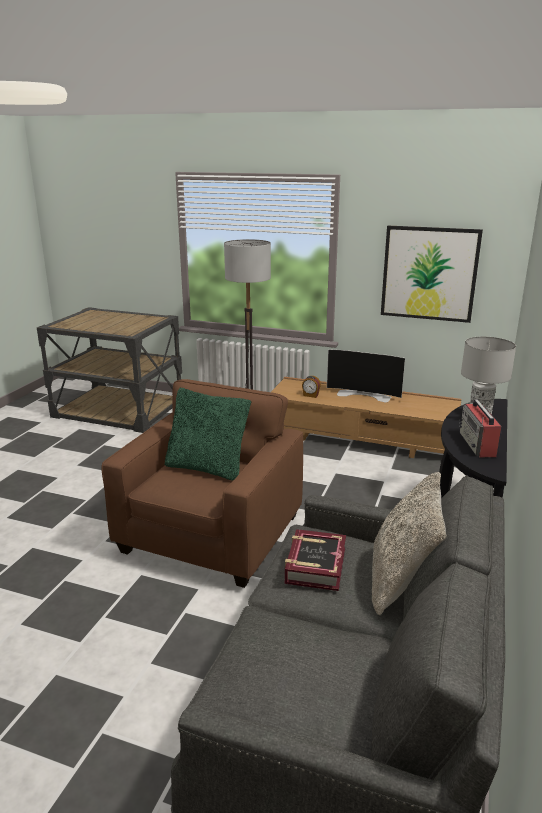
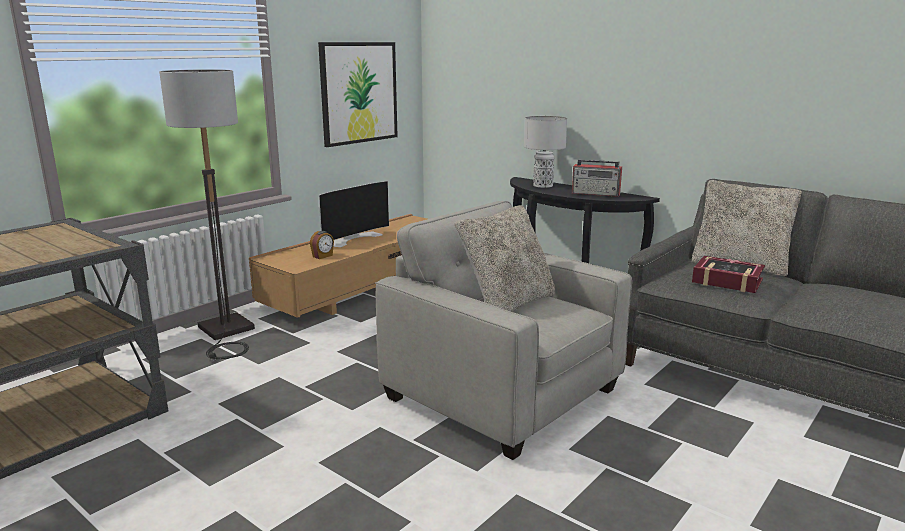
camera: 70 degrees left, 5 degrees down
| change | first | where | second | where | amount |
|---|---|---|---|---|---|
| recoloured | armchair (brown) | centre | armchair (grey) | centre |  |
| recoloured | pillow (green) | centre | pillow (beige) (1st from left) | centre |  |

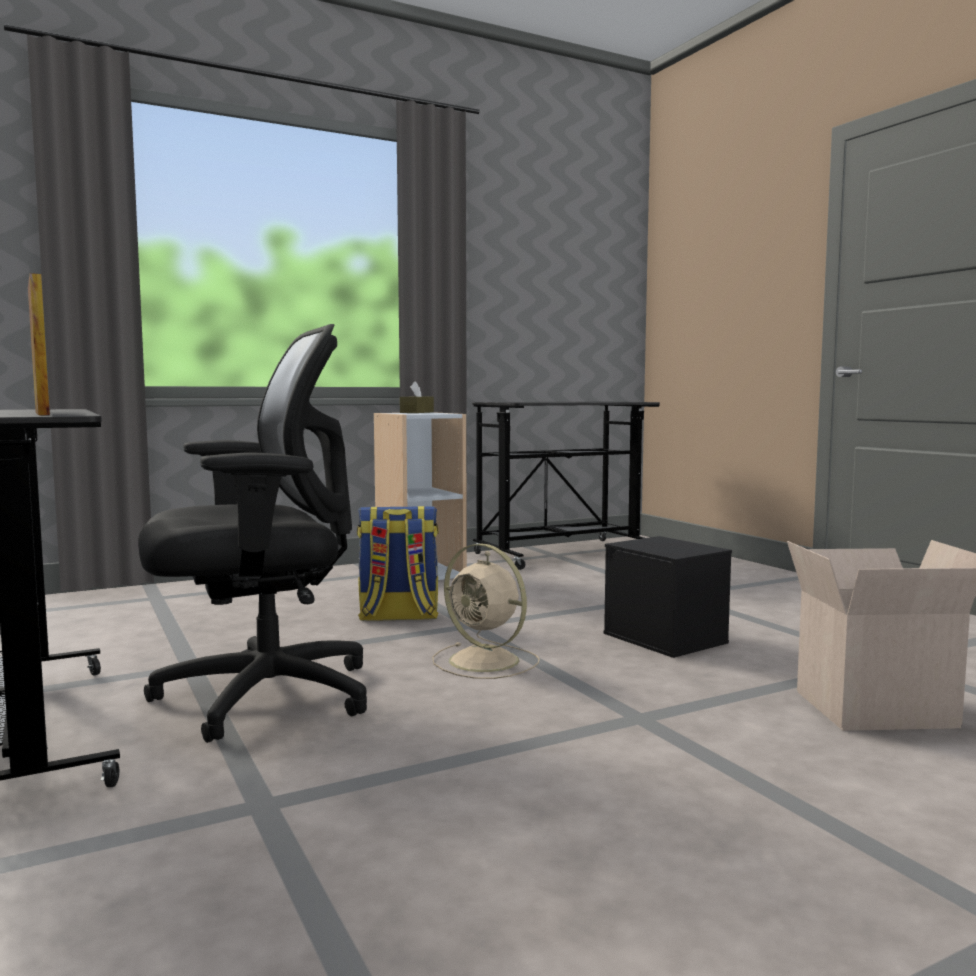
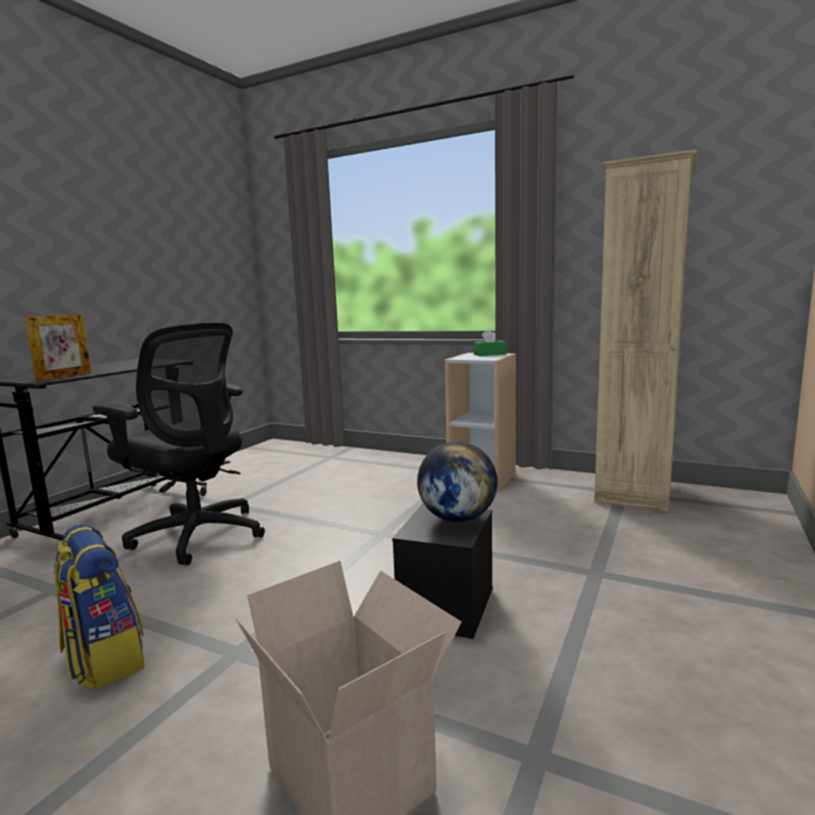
camera: 55 degrees right, 5 degrees up
| change | first | where | second | where | amount |
|---|---|---|---|---|---|
| moved | backpack | centre |  | bottom left |  |
| recoloured | tissue box (brown) | centre | tissue box (green) | centre |  |
| removed | fan (beige) | centre |  |  |  |
| replaced | desk (black) (2nd from left) | centre | cabinet (beige) | middle right |  |
| added |  |  | globe | centre |  |

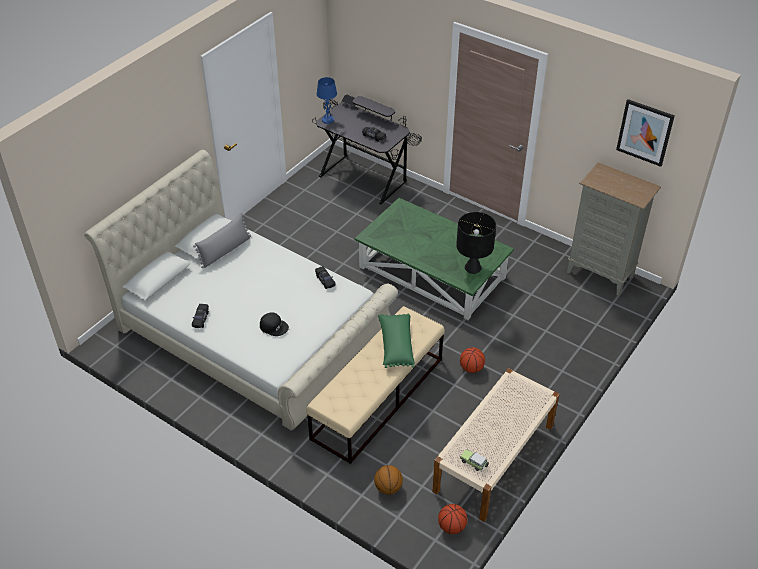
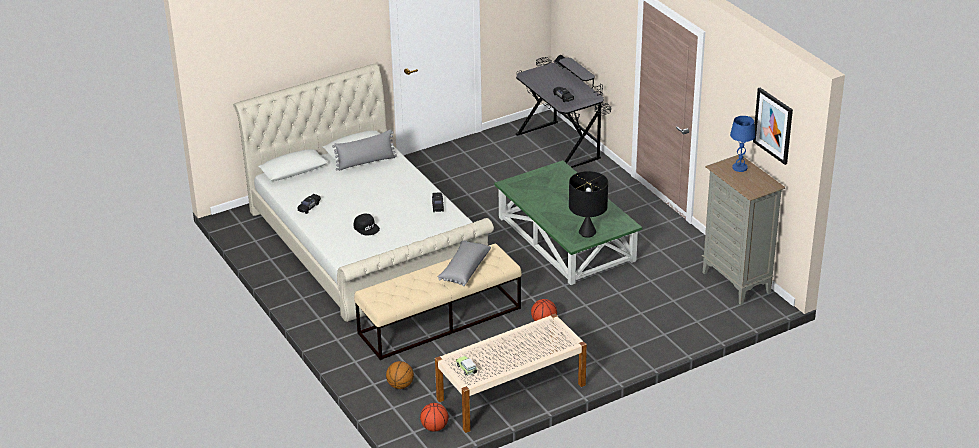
camera: 25 degrees right, 10 degrees down
| change | first | where | second | where | amount |
|---|---|---|---|---|---|
| moved | table lamp (blue) | top centre |  | top right |  |
| recoloured | pillow (green) | centre | pillow (grey) (2nd from left) | centre |  |

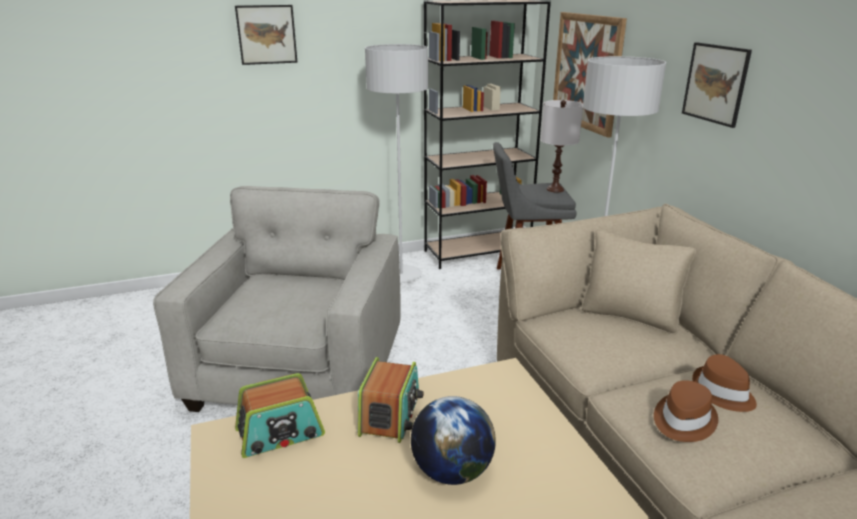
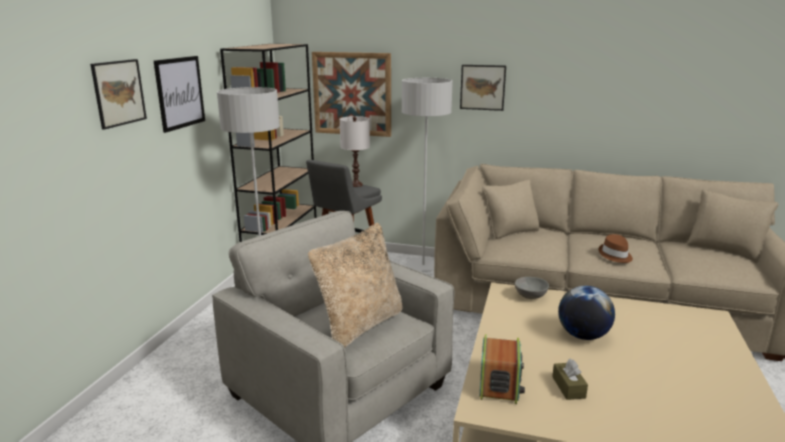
camera: 55 degrees left, 5 degrees down
| change | first | where | second | where | amount |
|---|---|---|---|---|---|
| removed | radio (2nd from left) | bottom centre |  |  |  |
| removed | hat (brown) (2nd from left) | bottom right |  |  |  |
| added |  |  | picture (2nd from left) | top left |  |
| added |  |  | pillow (beige) | centre |  |
| added |  |  | bowl (grey) | middle right |  |
| added |  |  | tissue box (brown) | bottom right |  |

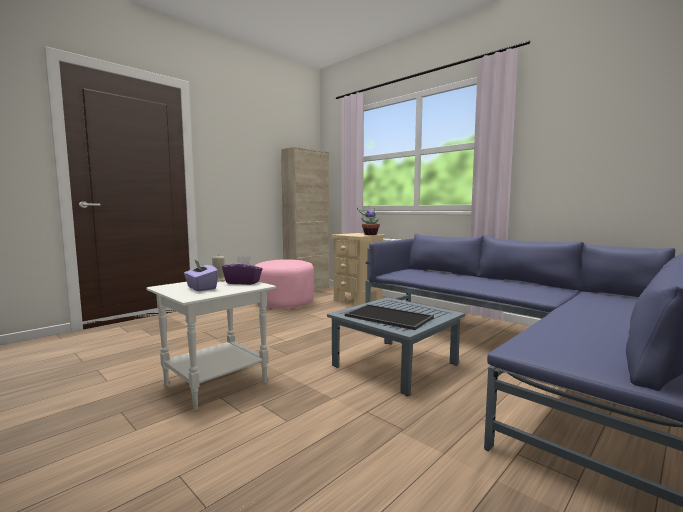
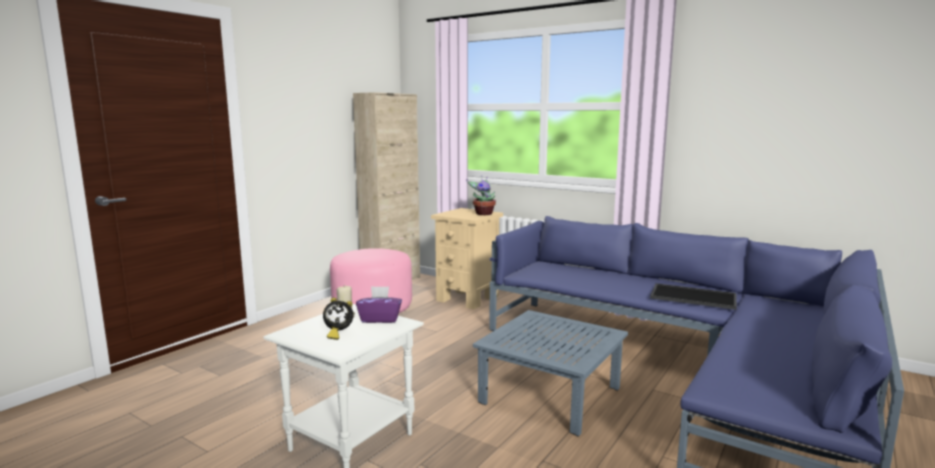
camera: 10 degrees left, 5 degrees up
| change | first | where | second | where | amount |
|---|---|---|---|---|---|
| replaced | tissue box (purple) (1st from left) | middle left | alarm clock | bottom centre |  |
| moved | tray | centre |  | middle right |  |

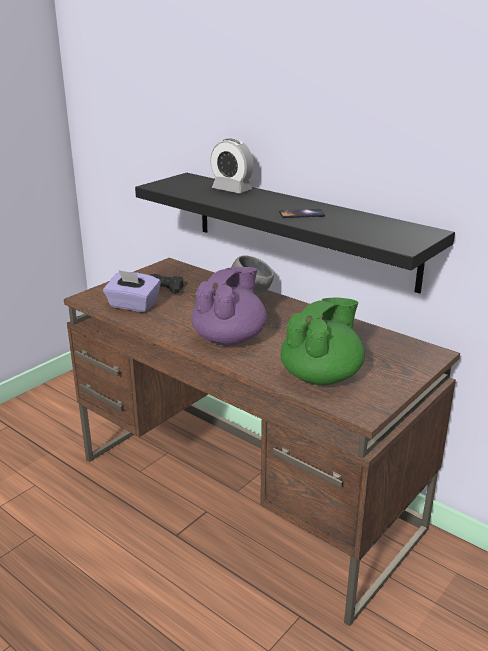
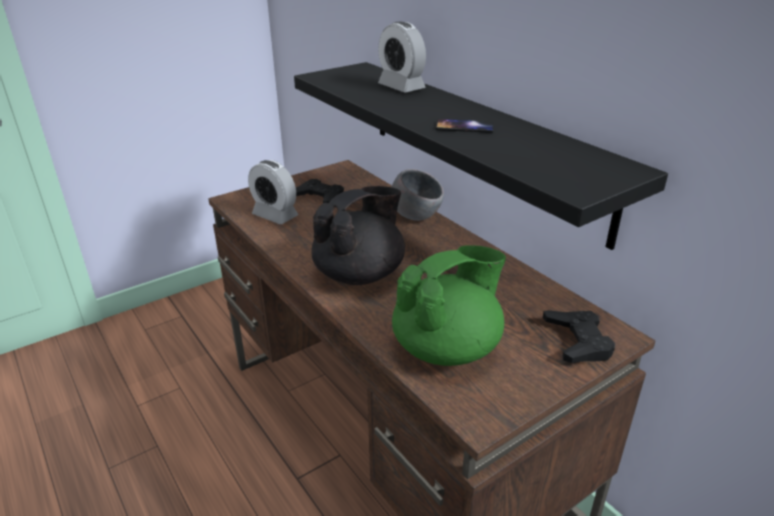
camera: 15 degrees right, 5 degrees up
| change | first | where | second | where | amount |
|---|---|---|---|---|---|
| replaced | tissue box (purple) | middle left | alarm clock (1st from left) | centre |  |
| recoloured | teapot (purple) | centre | teapot (black) | centre |  |
| added |  |  | game controller (black) (2nd from left) | middle right |  |

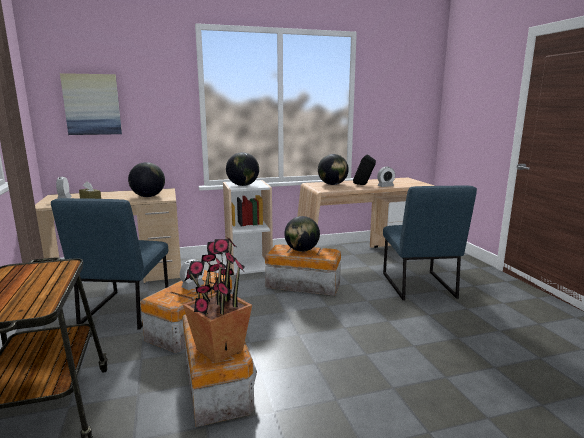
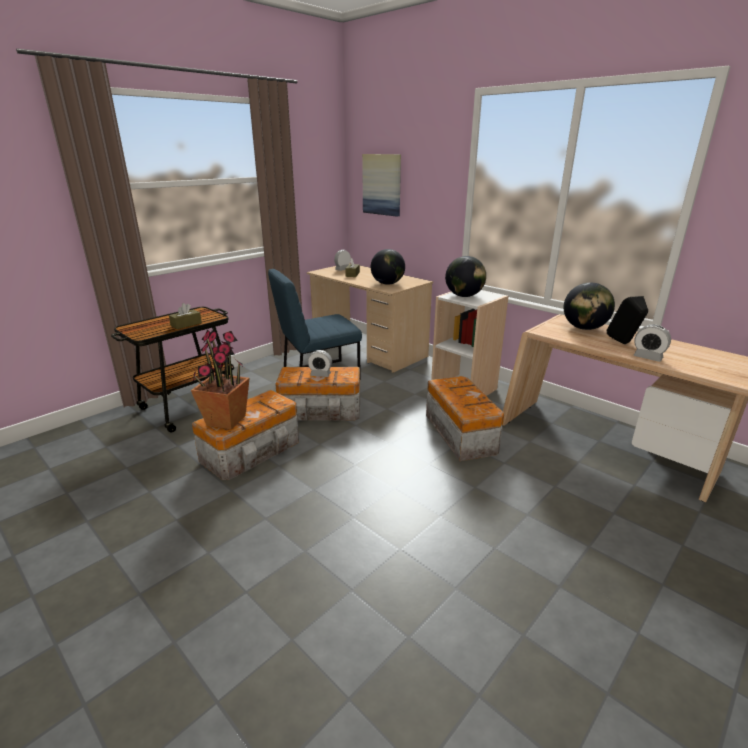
camera: 60 degrees right, 10 degrees up
| change | first | where | second | where | amount |
|---|---|---|---|---|---|
| removed | globe (3rd from left) | centre |  |  |  |
| removed | chair (blue) (2nd from left) | middle right |  |  |  |
| added |  |  | tissue box (brown) (1st from left) | middle left |  |

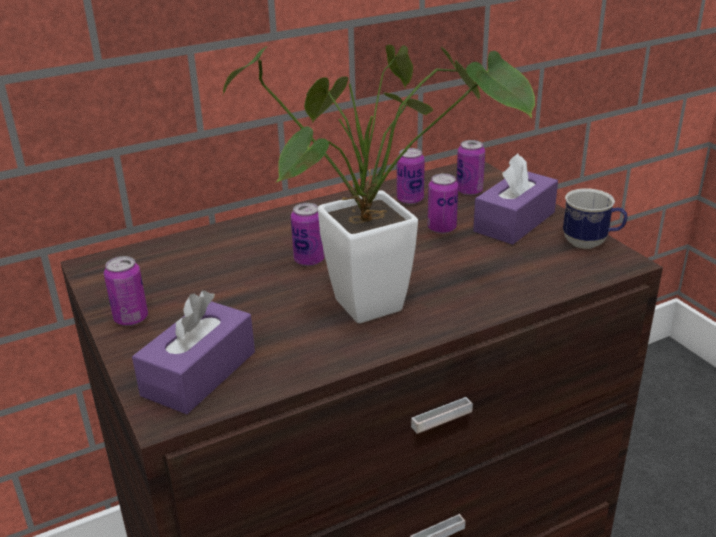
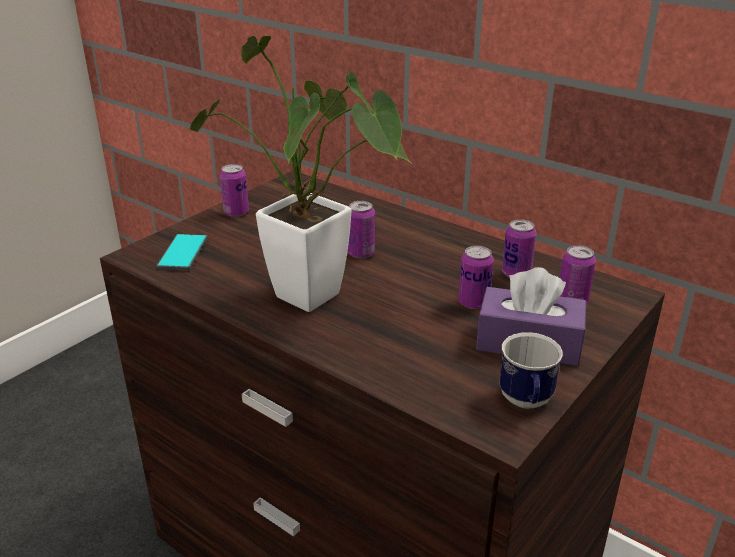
camera: 65 degrees right, 0 degrees up
| change | first | where | second | where | amount |
|---|---|---|---|---|---|
| replaced | tissue box (purple) (1st from left) | middle left | phone | middle left |  |

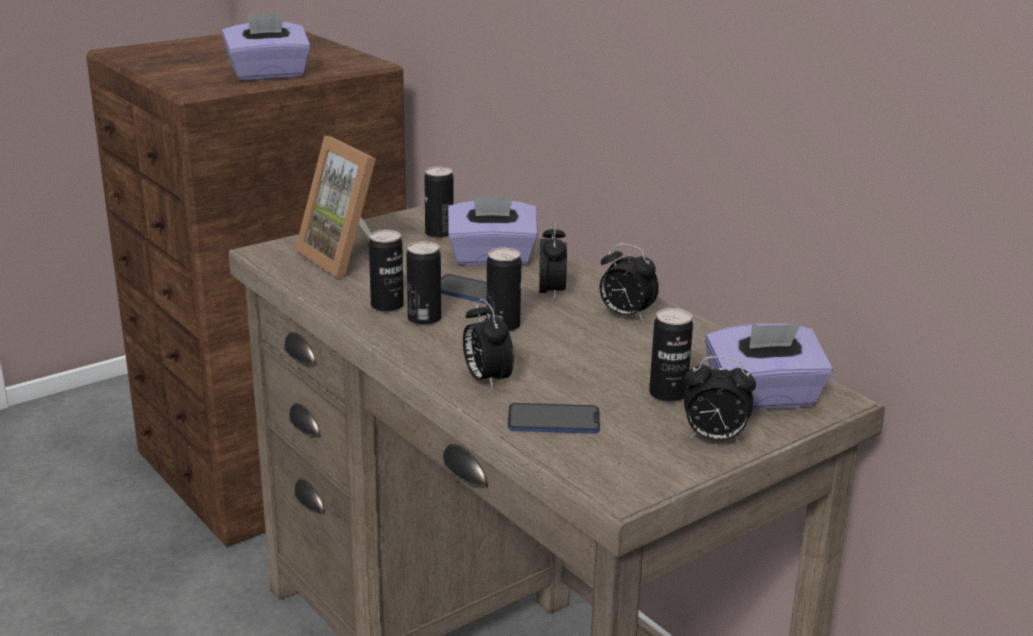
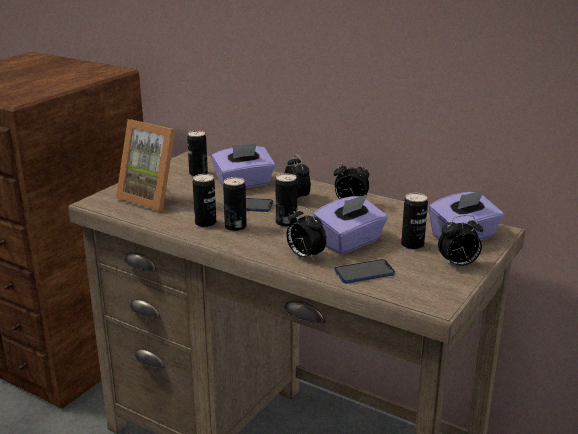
camera: 20 degrees left, 0 degrees up
| change | first | where | second | where | amount |
|---|---|---|---|---|---|
| moved | tissue box (purple) (1st from left in the first image) | top left | tissue box (purple) (2nd from left) | centre |  |

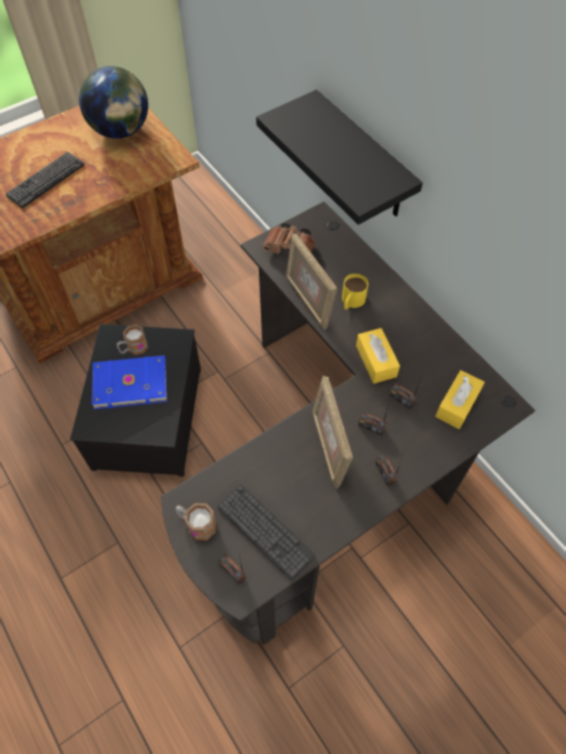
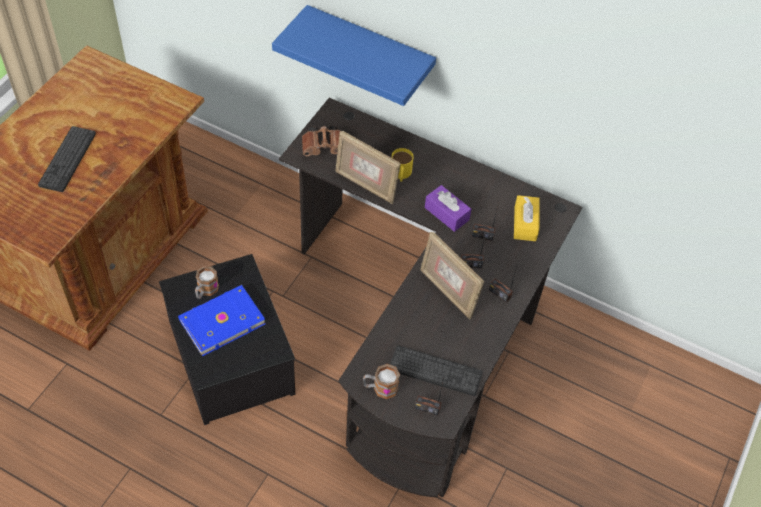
camera: 30 degrees left, 5 degrees down
| change | first | where | second | where | amount |
|---|---|---|---|---|---|
| removed | globe | top left |  |  |  |
| recoloured | shelf (black) | top centre | shelf (blue) | top centre |  |
| recoloured | tissue box (yellow) (1st from left) | middle right | tissue box (purple) | centre |  |

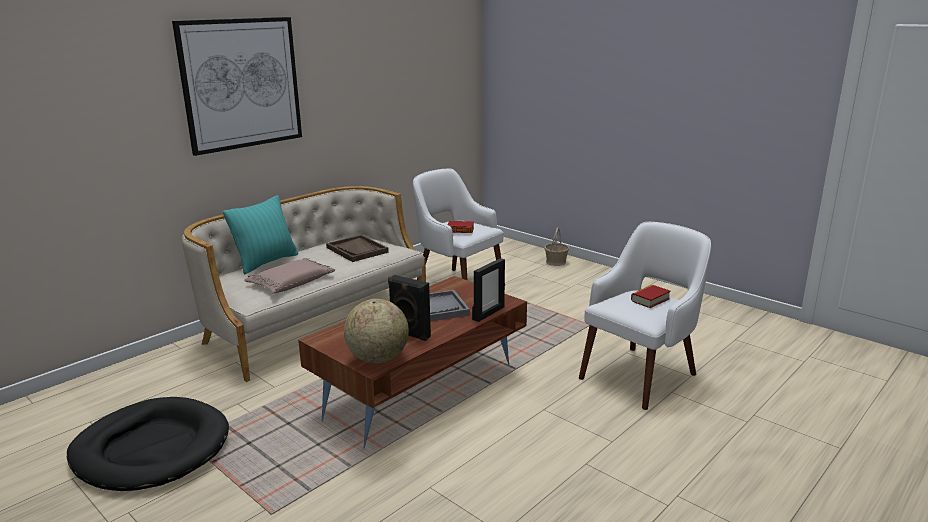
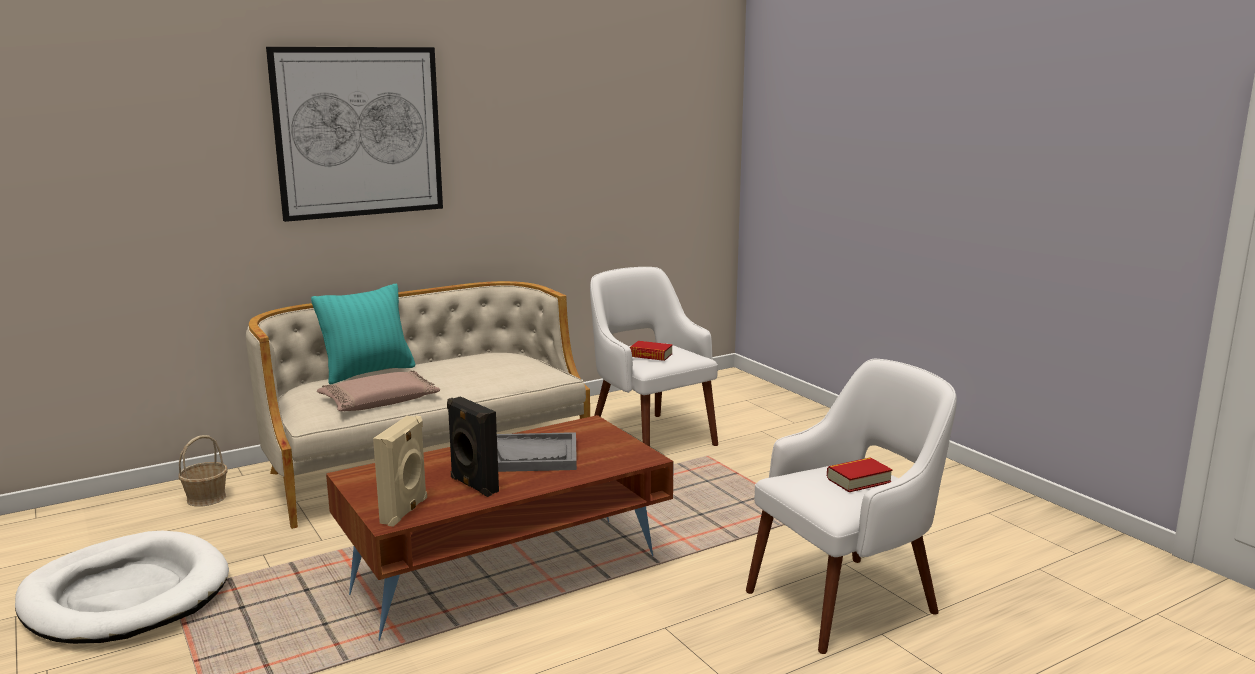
camera: 15 degrees right, 5 degrees down
| change | first | where | second | where | amount |
|---|---|---|---|---|---|
| recoloured | dog bed (black) | bottom left | dog bed (white) | bottom left |  |
| removed | tray (brown) | centre |  |  |  |
| replaced | globe | centre | speaker (beige) | bottom left |  |
| removed | picture frame | centre |  |  |  |
| moved | basket | centre |  | bottom left |  |

